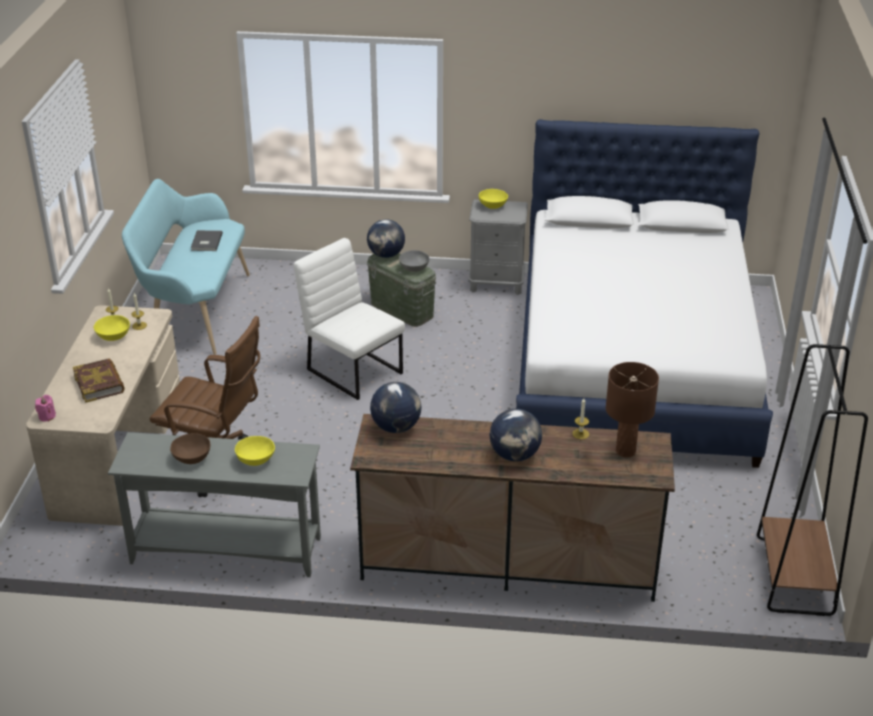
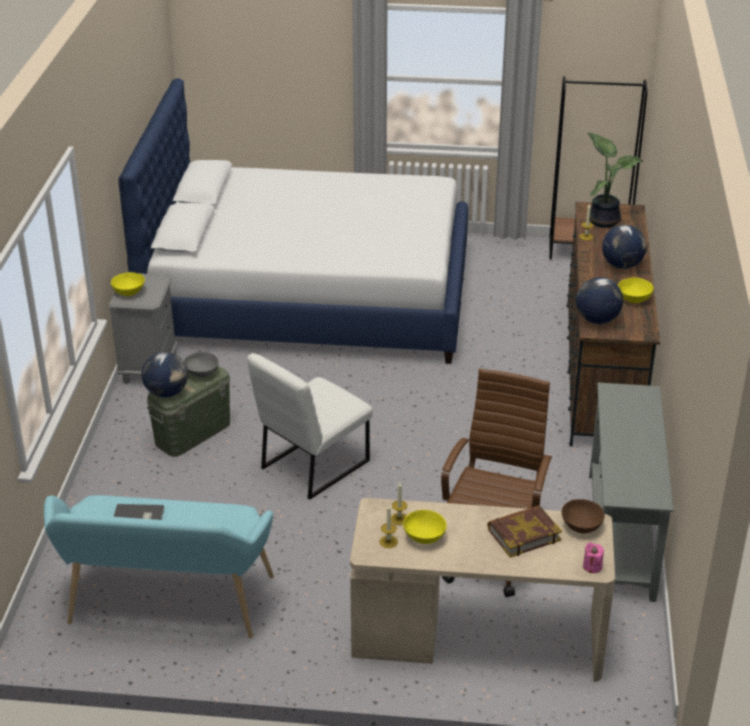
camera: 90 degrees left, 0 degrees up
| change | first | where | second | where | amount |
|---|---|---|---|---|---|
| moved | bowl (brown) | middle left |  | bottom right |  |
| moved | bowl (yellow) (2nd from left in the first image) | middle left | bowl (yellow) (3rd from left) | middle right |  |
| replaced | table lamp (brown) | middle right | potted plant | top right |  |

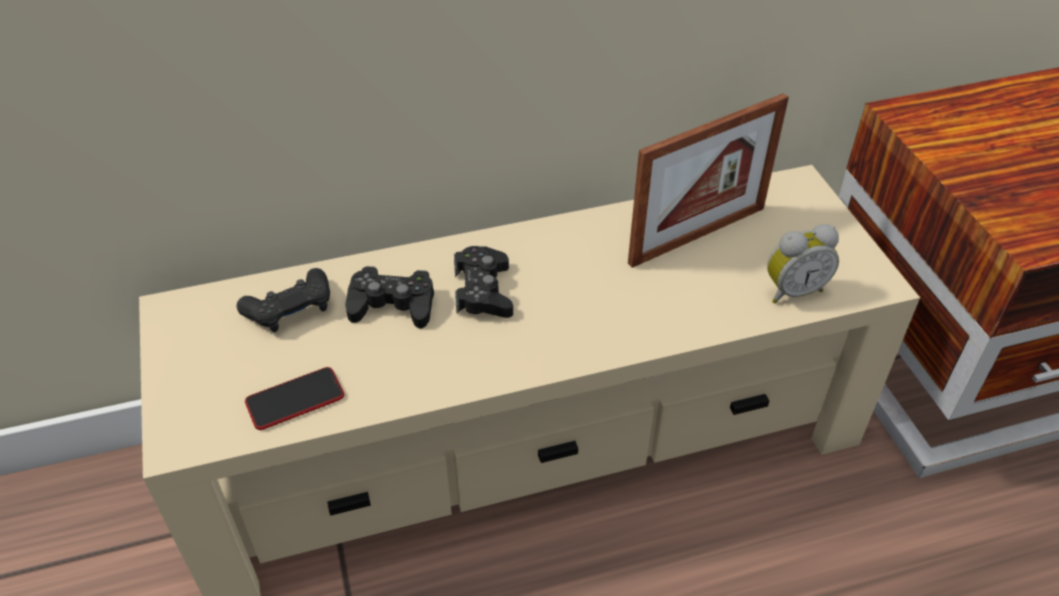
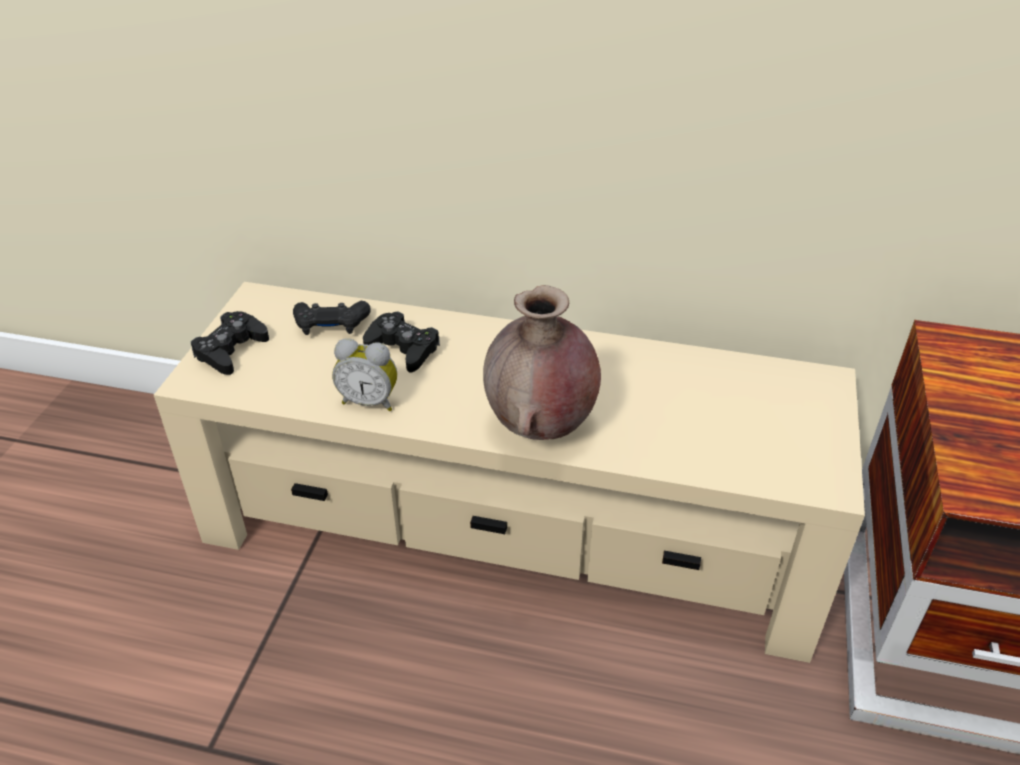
camera: 30 degrees right, 5 degrees down
| change | first | where | second | where | amount |
|---|---|---|---|---|---|
| removed | phone | bottom left |  |  |  |
| moved | game controller (black) (3rd from left in the first image) | centre | game controller (black) (1st from left) | middle left |  |
| removed | picture frame | top right |  |  |  |
| moved | alarm clock | middle right |  | centre |  |
| added |  |  | vase (brown) | centre |  |

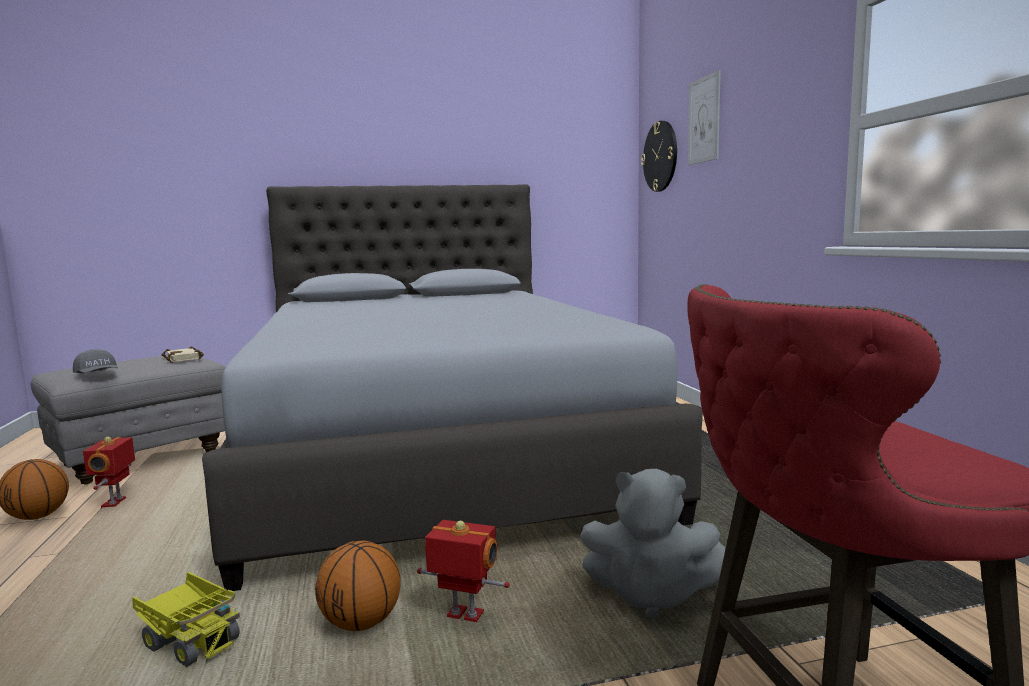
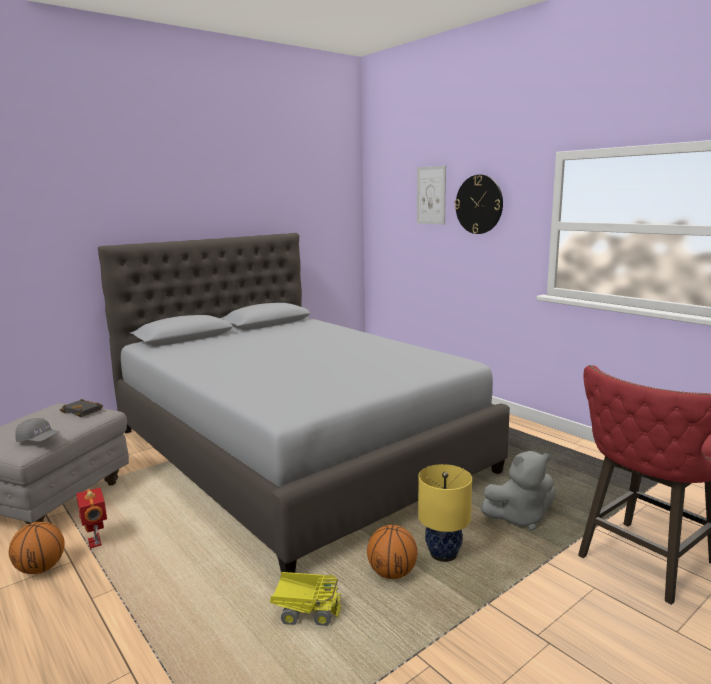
camera: 25 degrees left, 5 degrees up
| change | first | where | second | where | amount |
|---|---|---|---|---|---|
| recoloured | book (beige) | middle left | book (black) | middle left |  |
| replaced | toy robot (2nd from left) | bottom centre | table lamp (yellow) | bottom centre |  |
| moved | wall clock | top centre |  | top right |  |

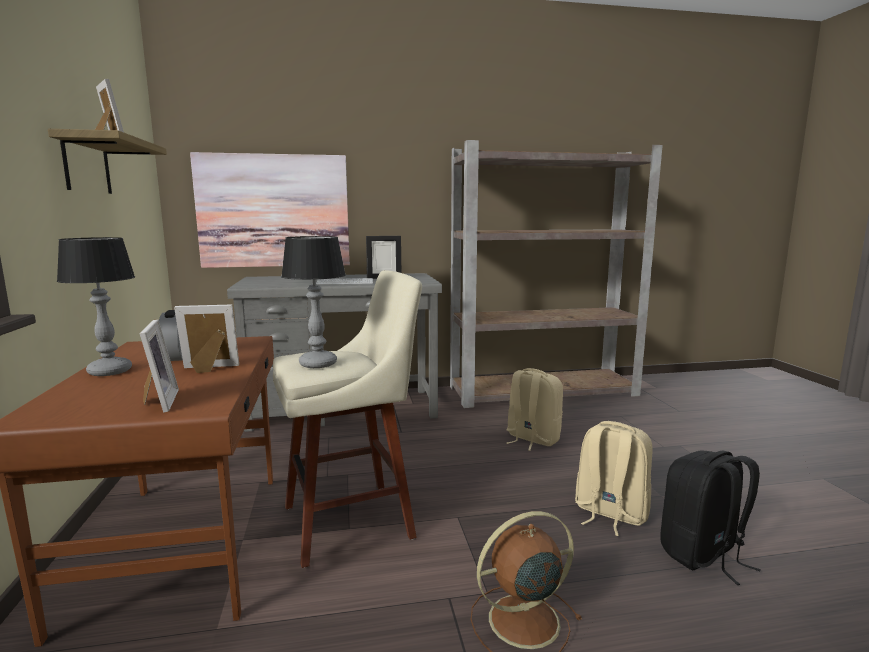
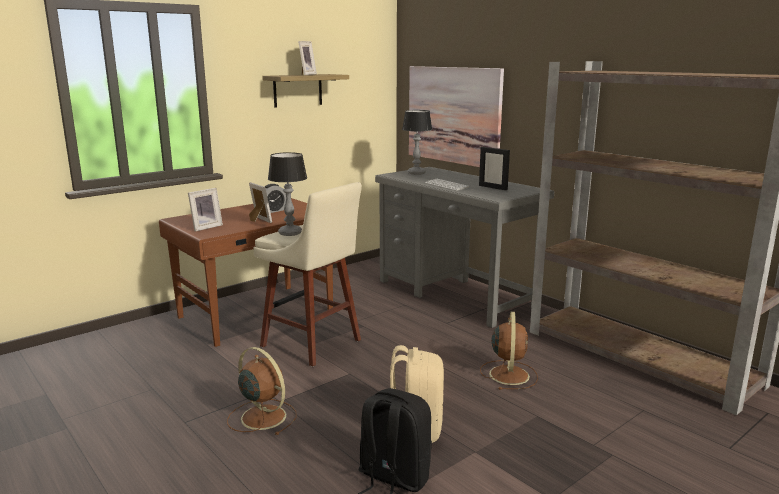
camera: 60 degrees right, 5 degrees up
| change | first | where | second | where | amount |
|---|---|---|---|---|---|
| moved | table lamp (1st from left in the first image) | middle left | table lamp (2nd from left) | top centre |  |
| replaced | backpack (beige) (1st from left) | centre | fan (brown) (2nd from left) | bottom centre |  |

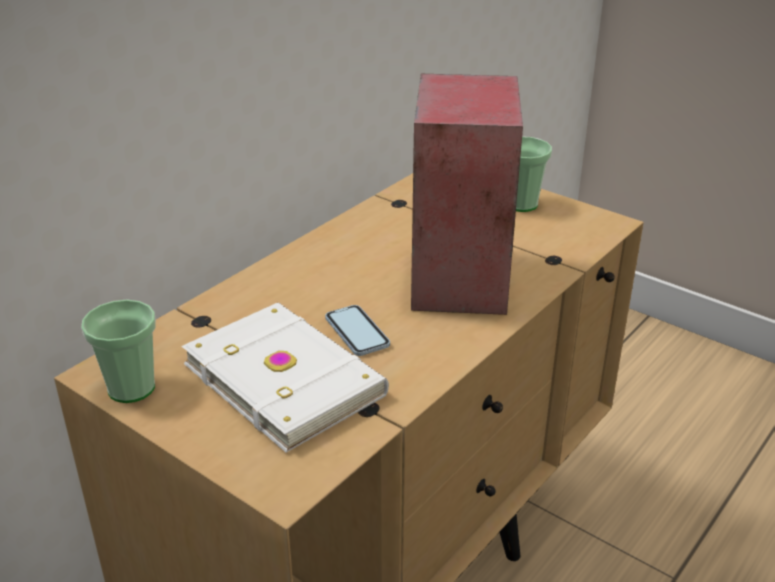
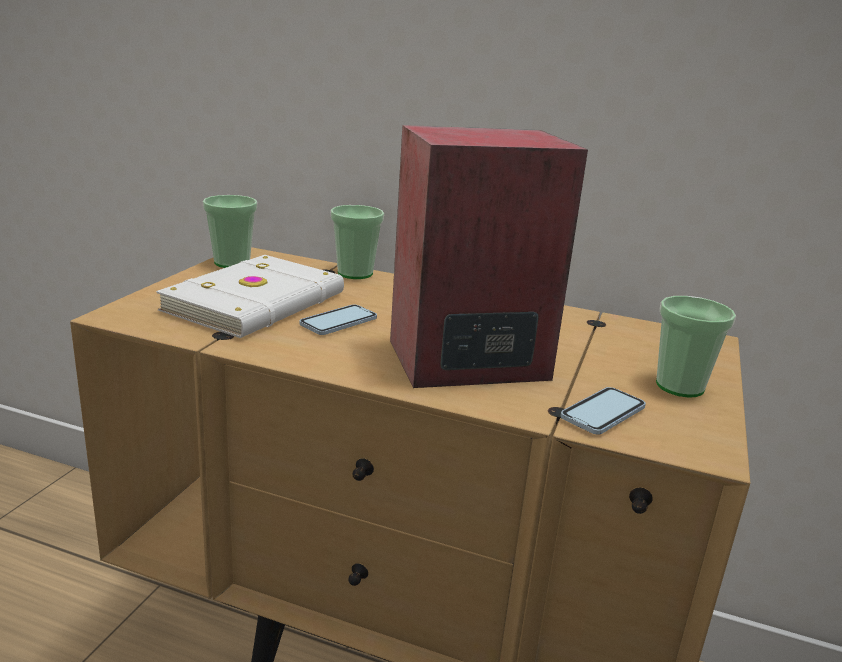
camera: 70 degrees right, 10 degrees down
| change | first | where | second | where | amount |
|---|---|---|---|---|---|
| added |  |  | cup (2nd from left) | centre |  |
| added |  |  | phone (2nd from left) | middle right |  |

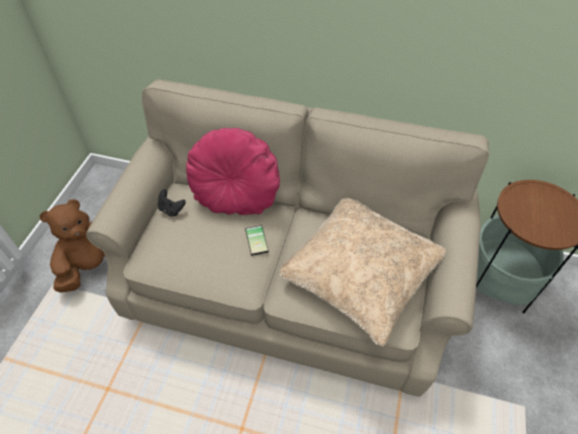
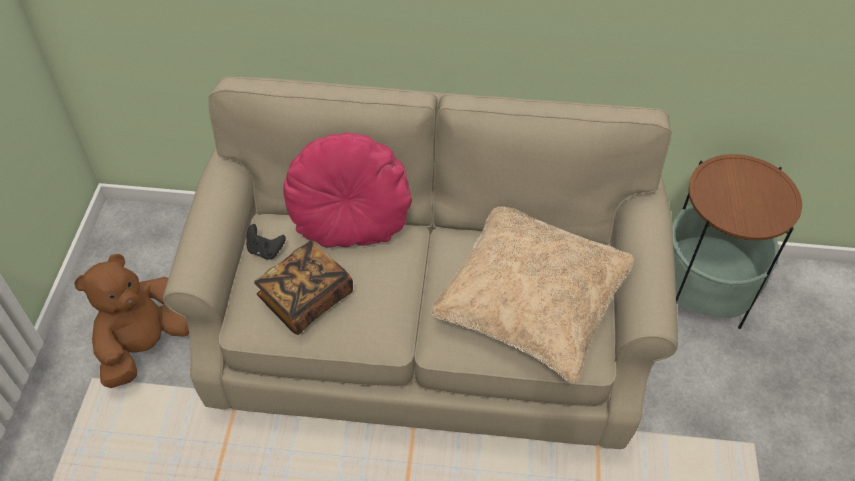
camera: 10 degrees left, 0 degrees up
| change | first | where | second | where | amount |
|---|---|---|---|---|---|
| removed | phone | centre |  |  |  |
| added |  |  | book | centre |  |

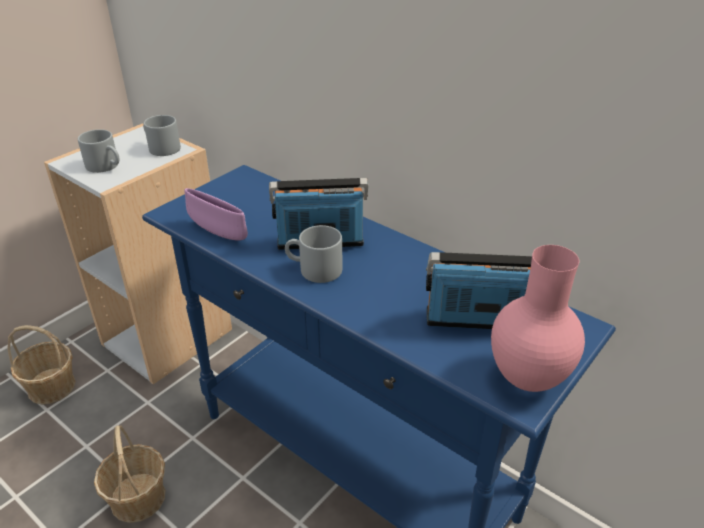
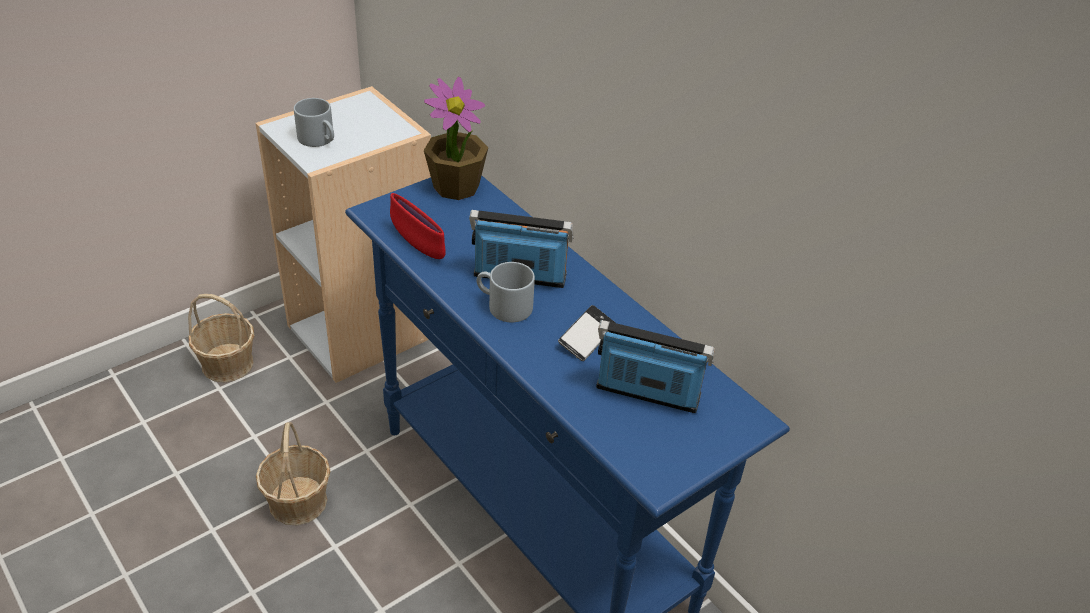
camera: 10 degrees right, 5 degrees up
| change | first | where | second | where | amount |
|---|---|---|---|---|---|
| removed | mug (grey) (2nd from left) | top left |  |  |  |
| recoloured | bowl (purple) | middle left | bowl (red) | centre |  |
| removed | vase (pink) | middle right |  |  |  |
| added |  |  | potted plant | top centre |  |
| added |  |  | phone | centre |  |

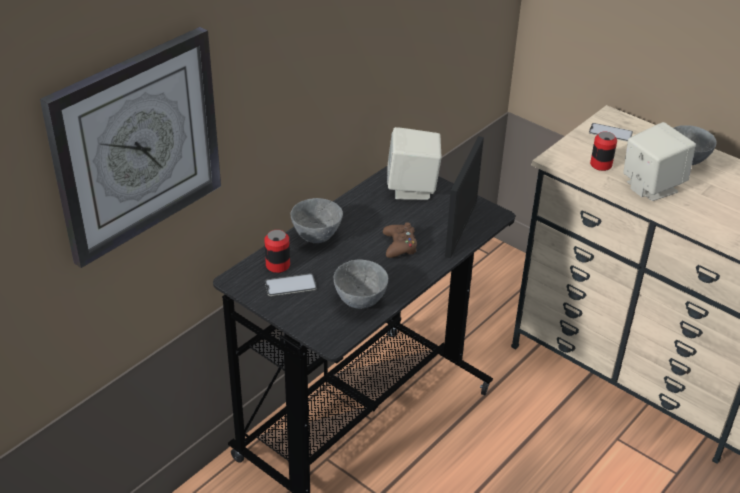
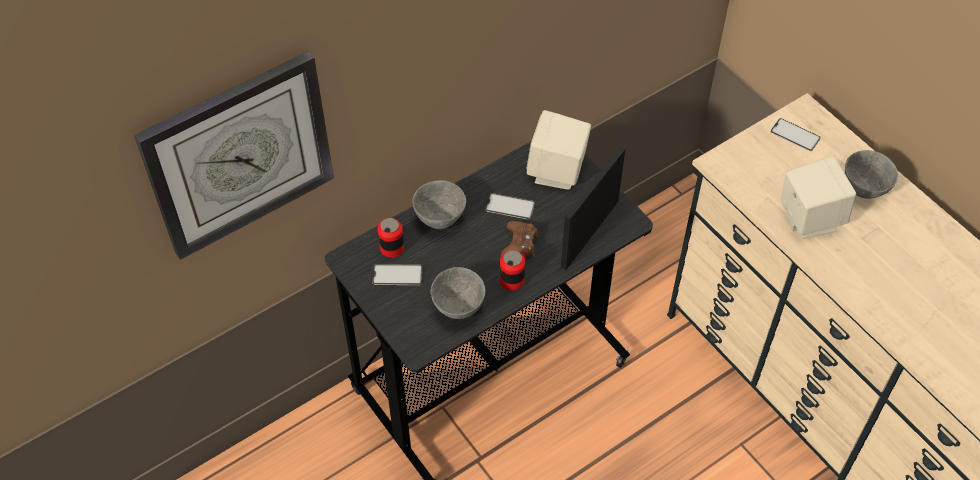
camera: 15 degrees right, 15 degrees up
| change | first | where | second | where | amount |
|---|---|---|---|---|---|
| moved | can (2nd from left) | top right |  | centre |  |
| added |  |  | phone (2nd from left) | centre |  |

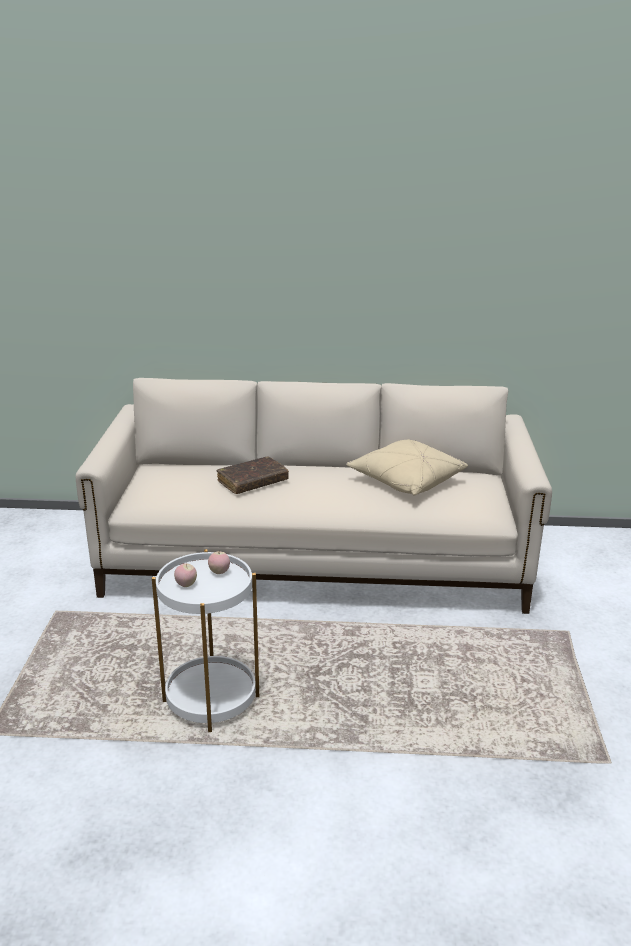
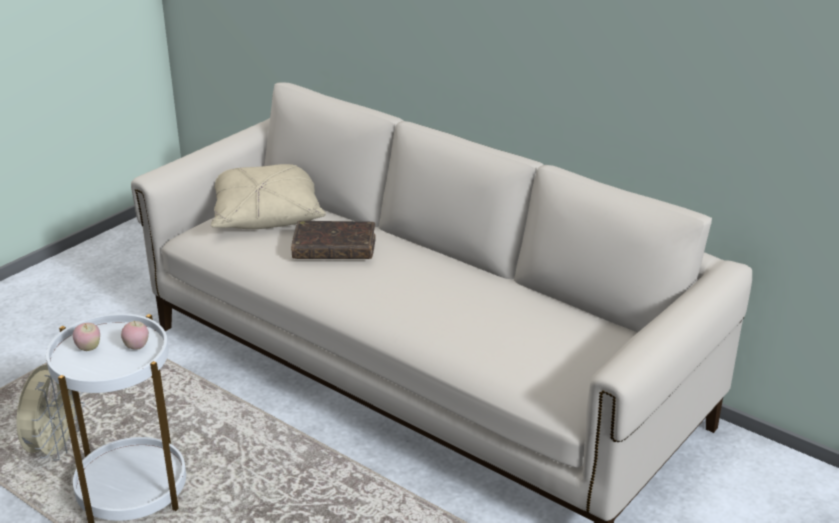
camera: 35 degrees right, 5 degrees up
| change | first | where | second | where | amount |
|---|---|---|---|---|---|
| moved | pillow (beige) | centre |  | middle left |  |
| added |  |  | fan (beige) | bottom left |  |

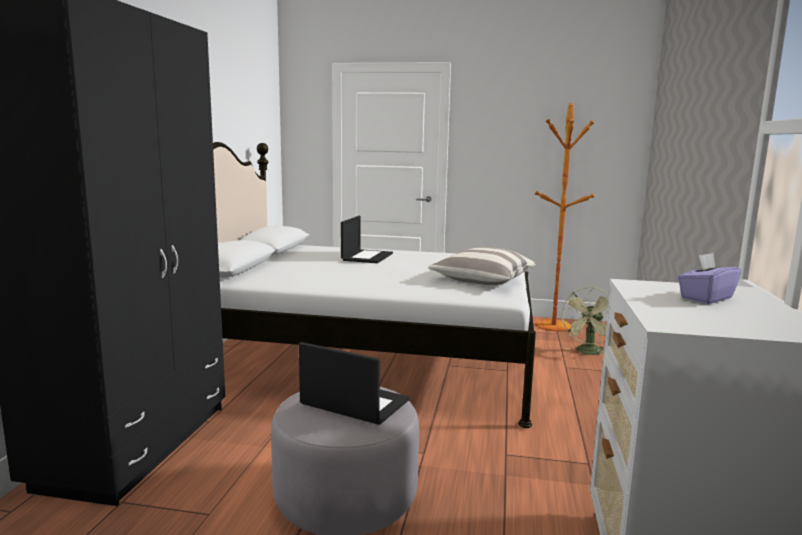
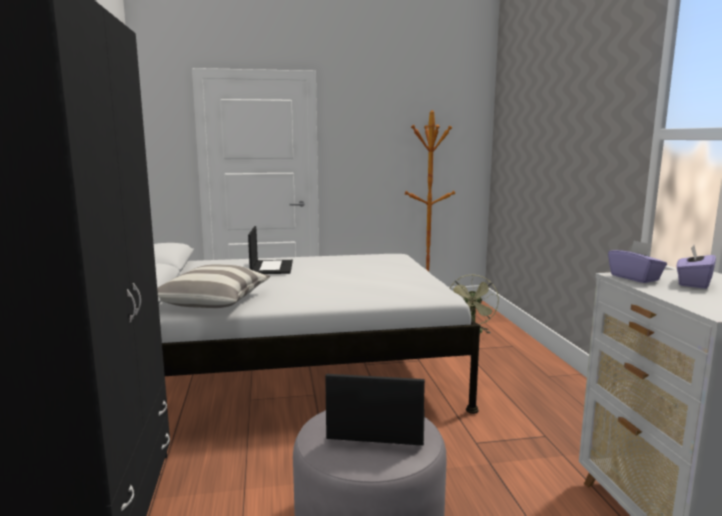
camera: 20 degrees left, 0 degrees up
| change | first | where | second | where | amount |
|---|---|---|---|---|---|
| moved | pillow | centre |  | middle left |  |
| added |  |  | tissue box (purple) (1st from left) | middle right |  |

